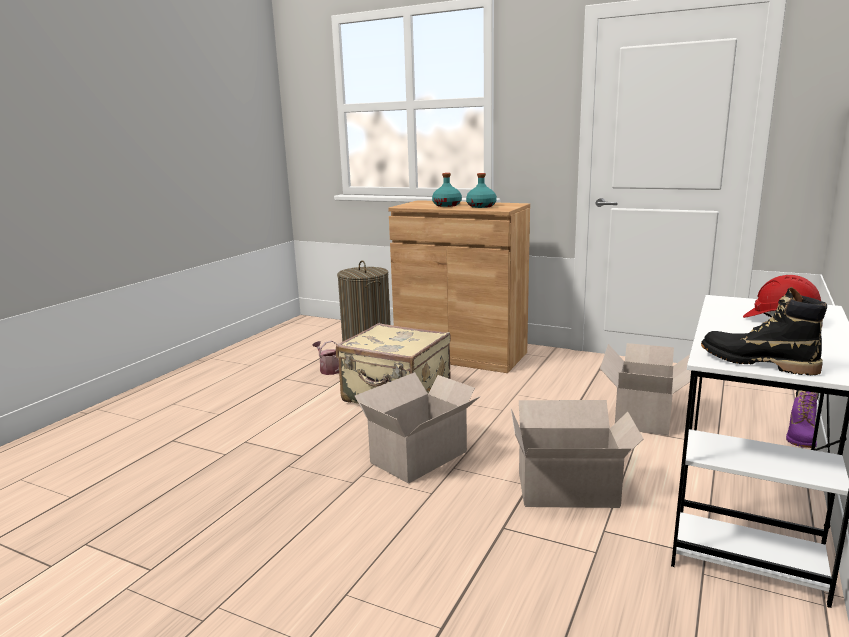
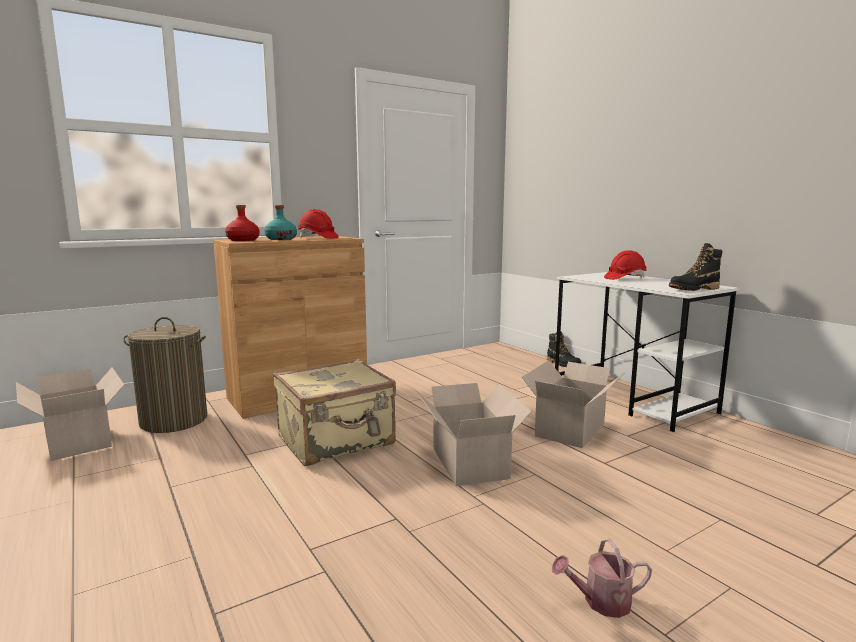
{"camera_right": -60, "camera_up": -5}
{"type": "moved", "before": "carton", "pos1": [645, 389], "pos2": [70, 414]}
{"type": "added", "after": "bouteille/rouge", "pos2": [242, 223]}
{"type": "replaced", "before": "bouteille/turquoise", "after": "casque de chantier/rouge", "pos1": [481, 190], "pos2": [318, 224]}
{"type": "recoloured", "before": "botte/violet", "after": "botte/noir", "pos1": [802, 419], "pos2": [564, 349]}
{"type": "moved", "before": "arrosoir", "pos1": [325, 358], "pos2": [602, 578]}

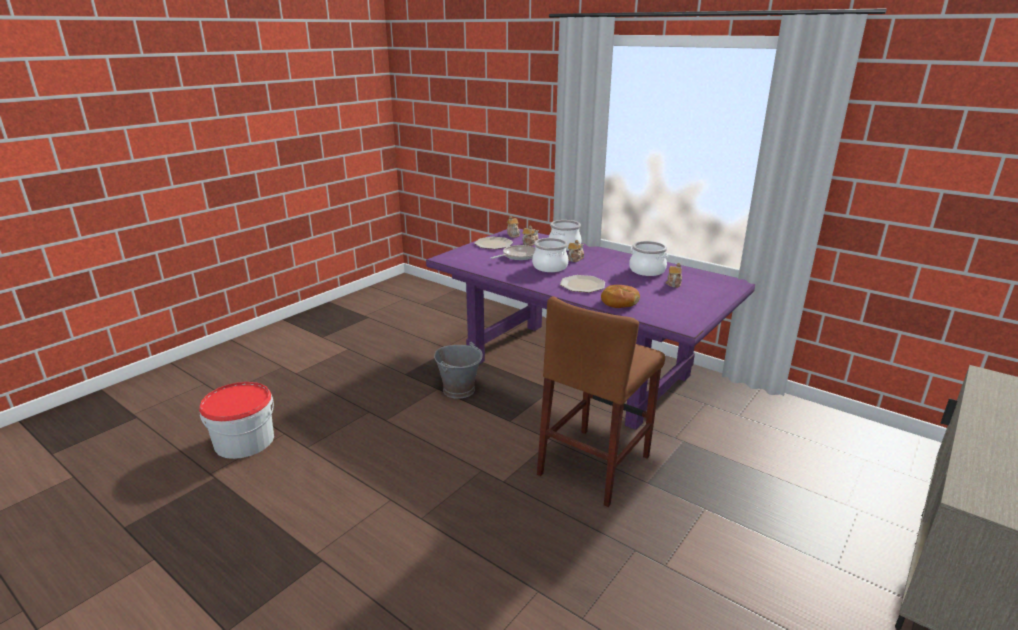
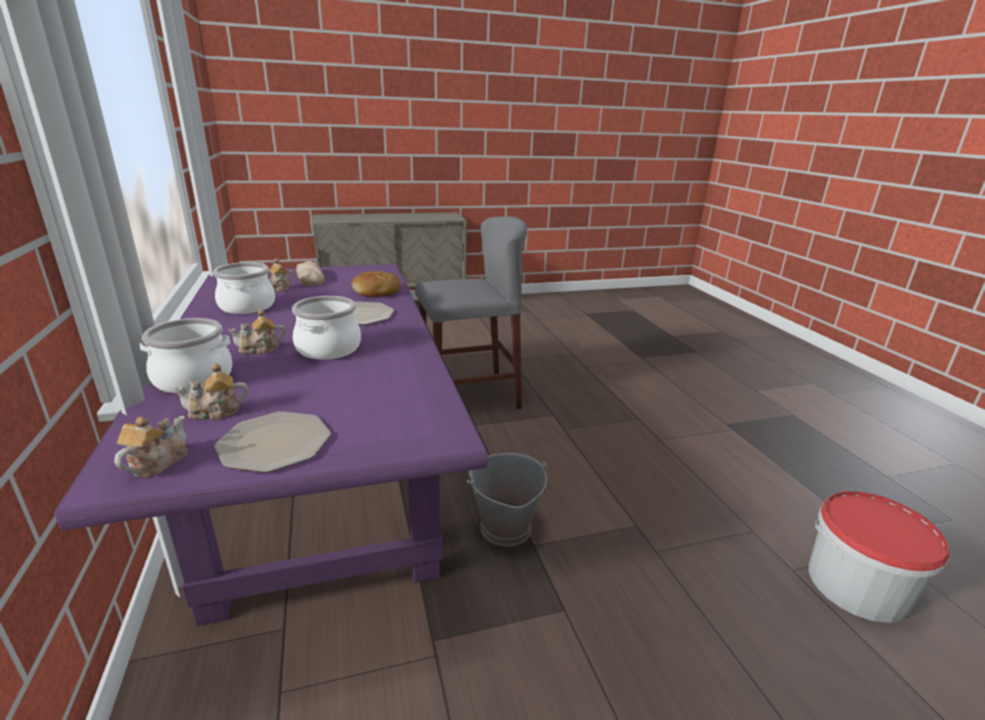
{"camera_right": -145, "camera_up": 0}
{"type": "added", "after": "pain", "pos2": [310, 273]}
{"type": "recoloured", "before": "tabouret/marron", "after": "tabouret/gris", "pos1": [601, 401], "pos2": [471, 312]}
{"type": "removed", "before": "poêle", "pos1": [513, 252]}

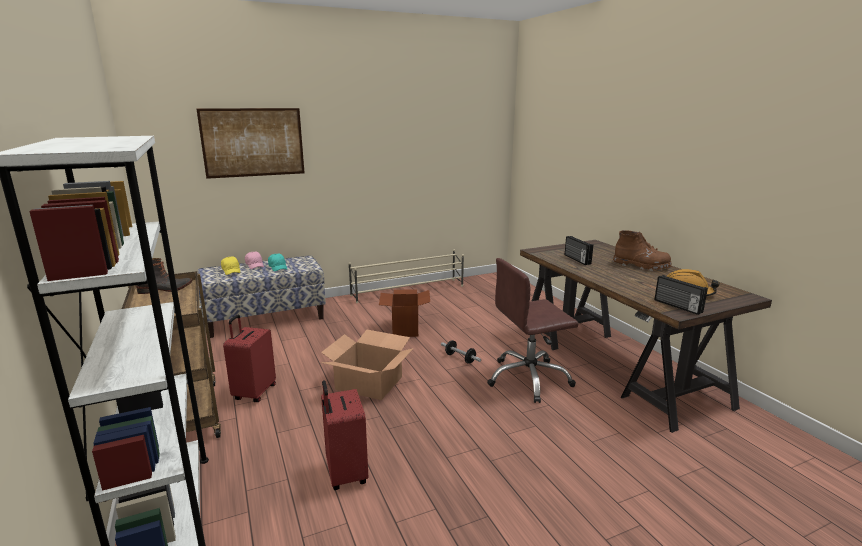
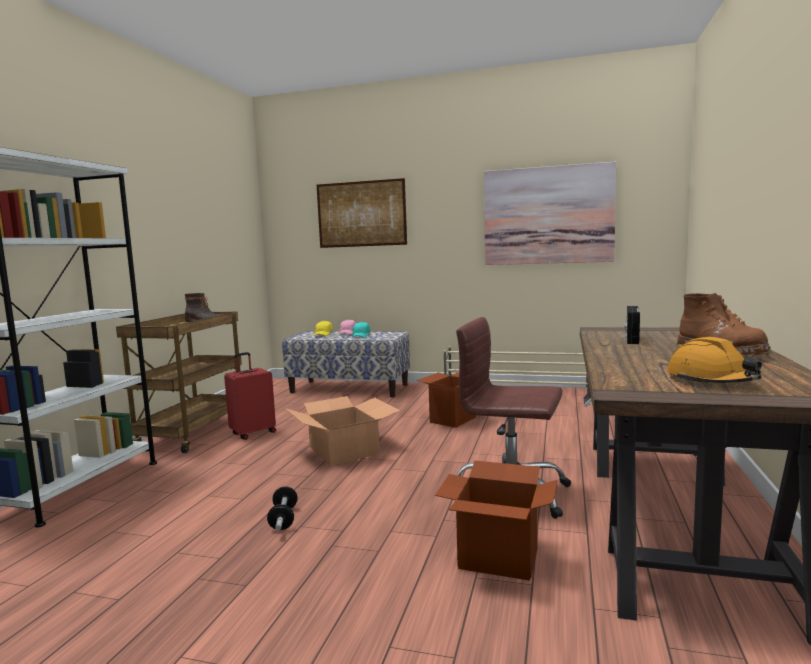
{"camera_right": 40, "camera_up": -10}
{"type": "moved", "before": "haltère", "pos1": [461, 352], "pos2": [282, 508]}
{"type": "added", "after": "carton", "pos2": [496, 520]}
{"type": "added", "after": "tableau", "pos2": [550, 213]}
{"type": "removed", "before": "valise/rouge", "pos1": [344, 435]}
{"type": "removed", "before": "radio", "pos1": [681, 295]}

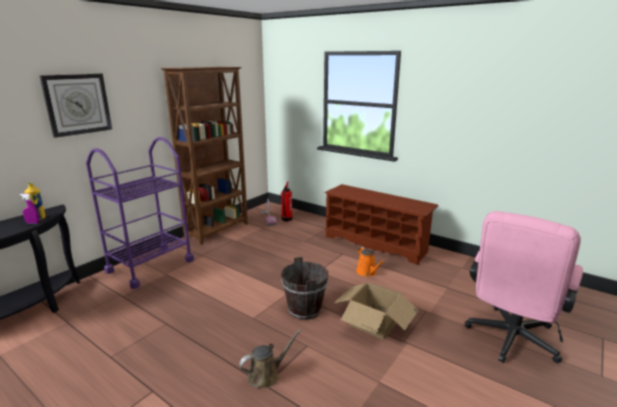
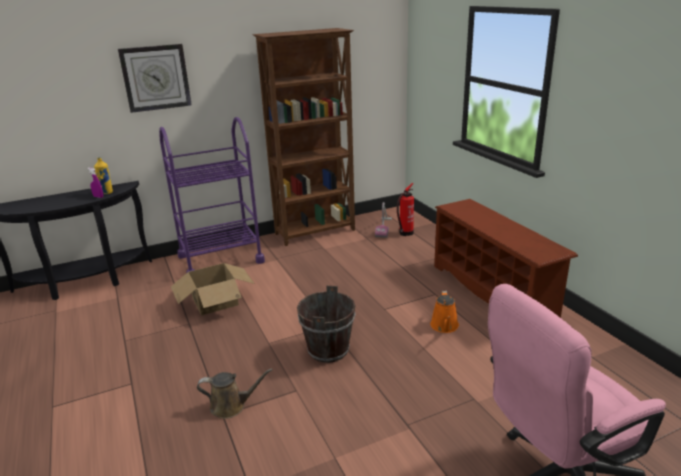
{"camera_right": 30, "camera_up": 5}
{"type": "moved", "before": "carton", "pos1": [376, 311], "pos2": [213, 289]}

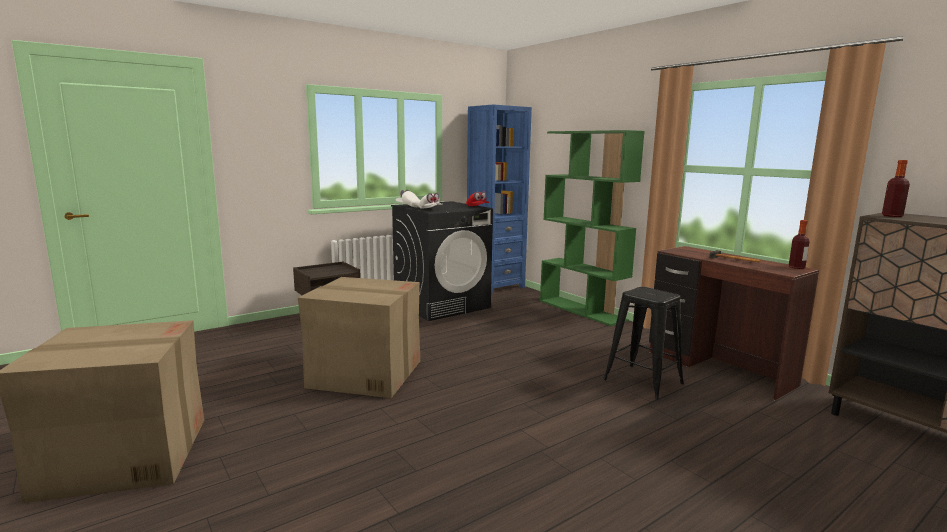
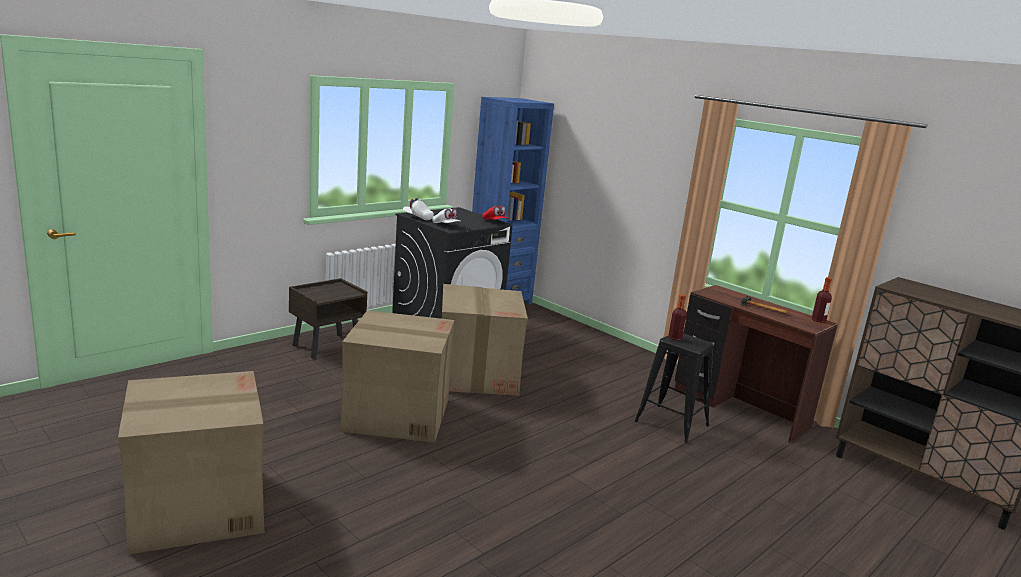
{"camera_right": -10, "camera_up": 5}
{"type": "added", "after": "carton", "pos2": [485, 339]}
{"type": "moved", "before": "bouteille", "pos1": [896, 188], "pos2": [677, 317]}
{"type": "removed", "before": "bibliothèque/vert", "pos1": [592, 228]}

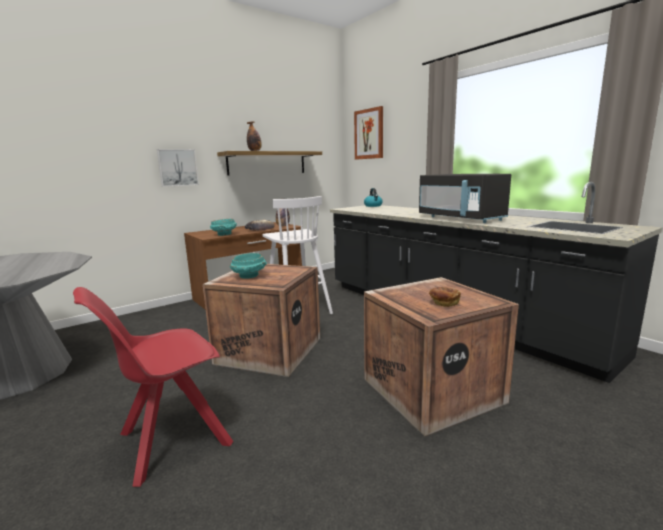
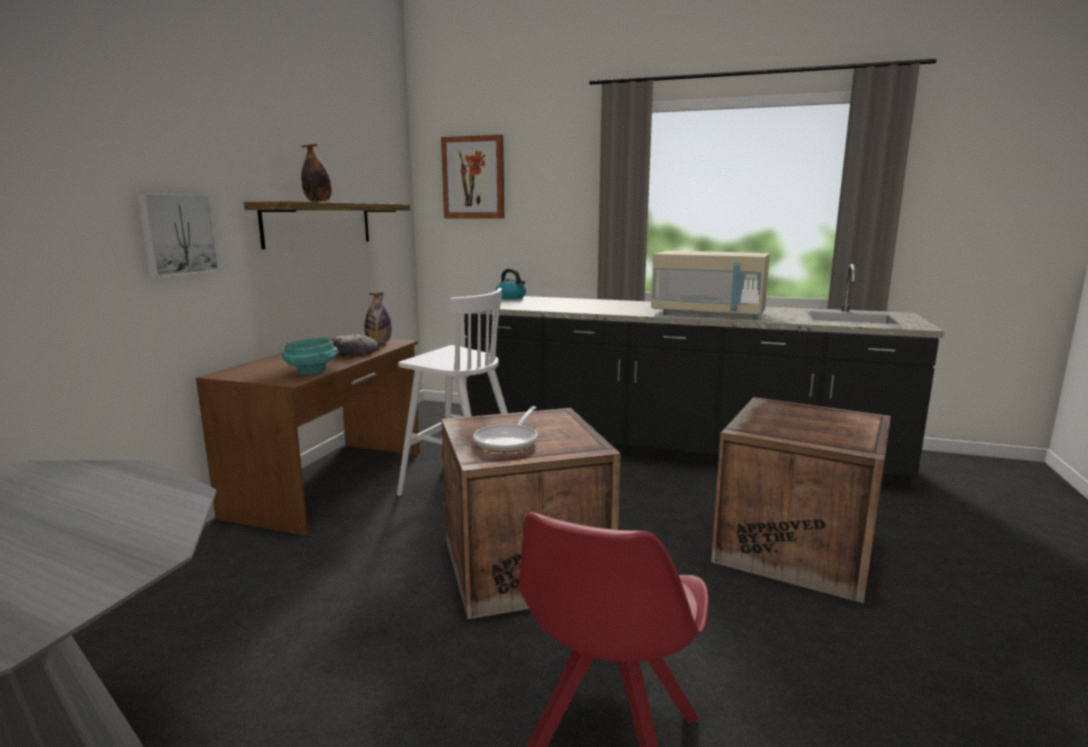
{"camera_right": -35, "camera_up": 0}
{"type": "replaced", "before": "bol/turquoise", "after": "poêle", "pos1": [248, 266], "pos2": [505, 429]}
{"type": "recoloured", "before": "micro-ondes/noir", "after": "micro-ondes/beige", "pos1": [465, 198], "pos2": [710, 285]}
{"type": "removed", "before": "pain", "pos1": [445, 297]}

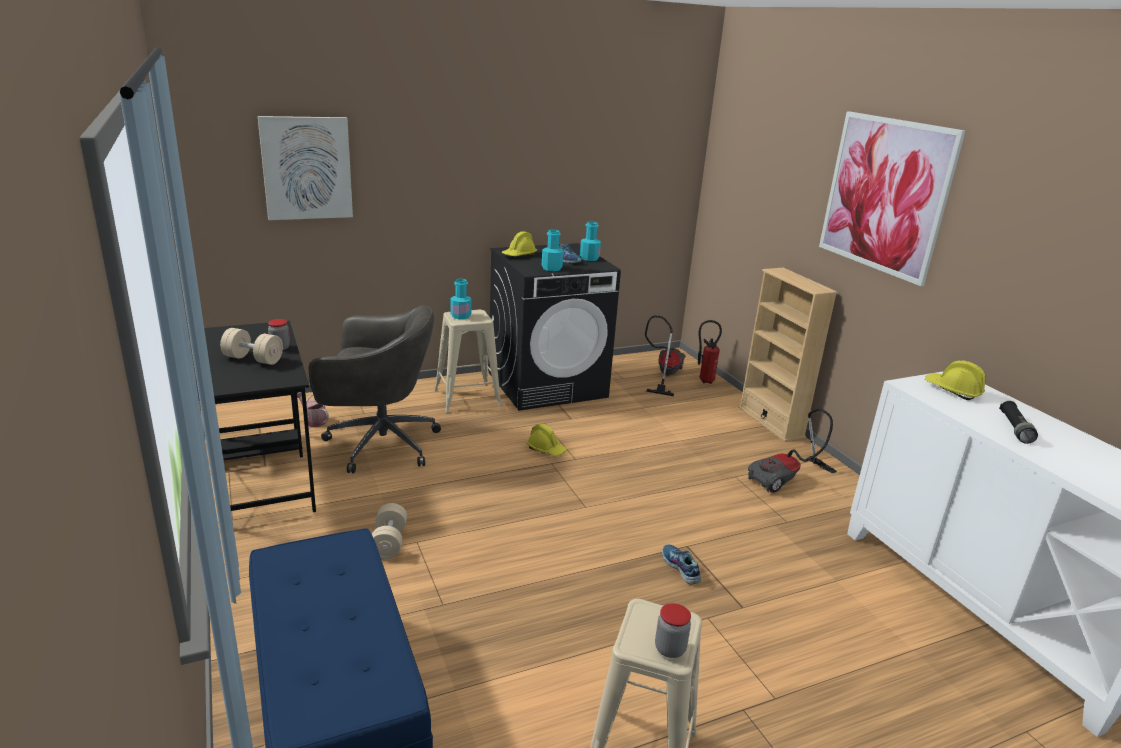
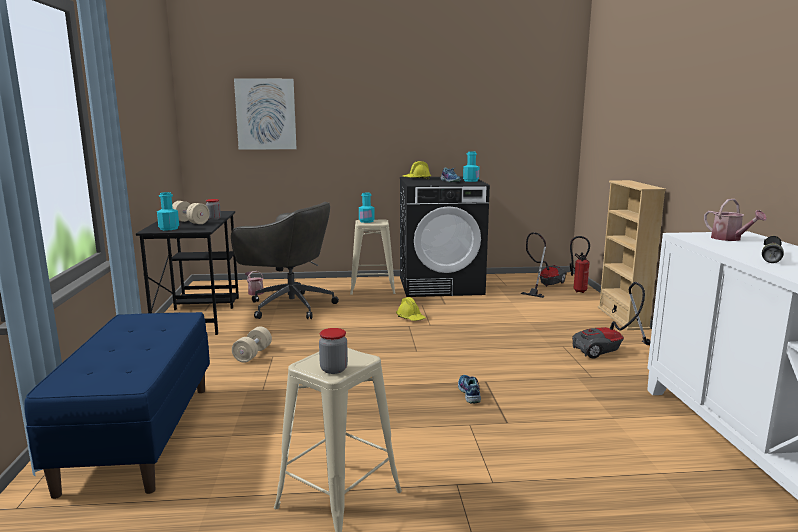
{"camera_right": 20, "camera_up": -10}
{"type": "moved", "before": "bouteille/turquoise", "pos1": [552, 250], "pos2": [168, 211]}
{"type": "replaced", "before": "casque de chantier/jaune", "after": "arrosoir", "pos1": [955, 380], "pos2": [735, 220]}
{"type": "removed", "before": "tableau", "pos1": [892, 198]}

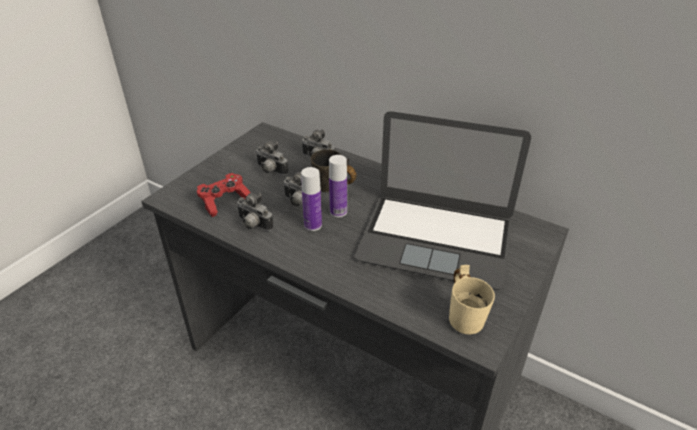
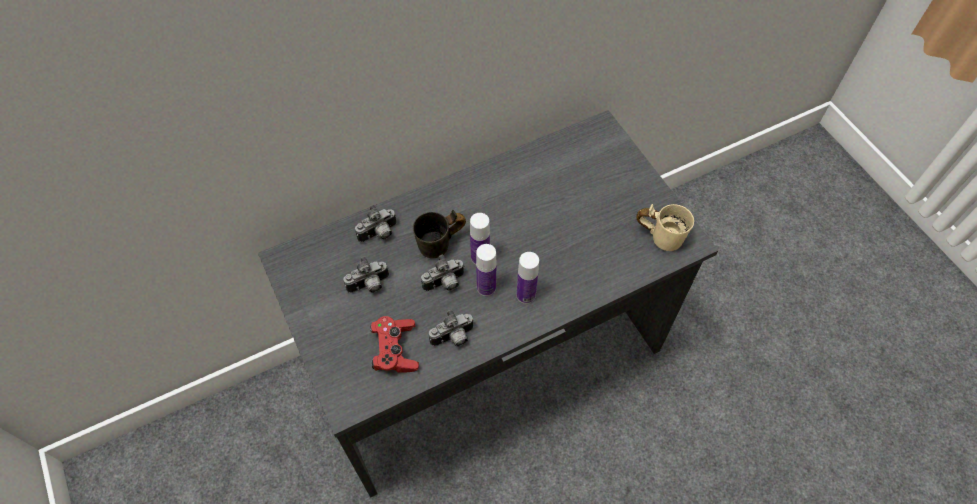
{"camera_right": -60, "camera_up": 20}
{"type": "added", "after": "bouteille", "pos2": [527, 278]}
{"type": "removed", "before": "ordinateur portable", "pos1": [443, 200]}

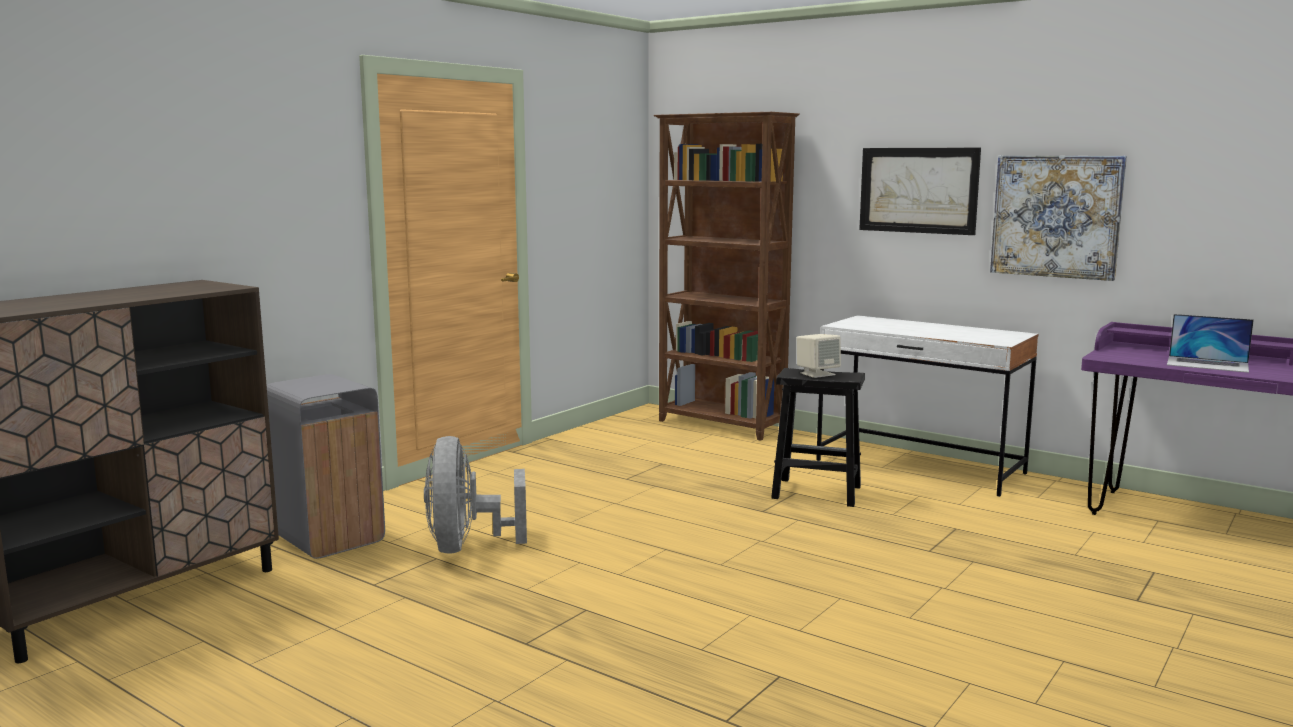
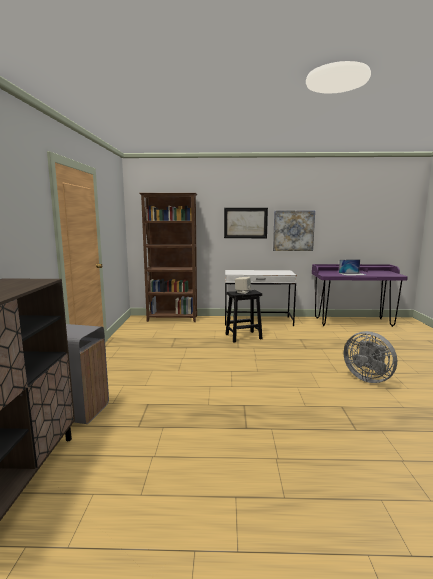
{"camera_right": -35, "camera_up": 0}
{"type": "moved", "before": "ventilateur/gris", "pos1": [475, 495], "pos2": [370, 357]}

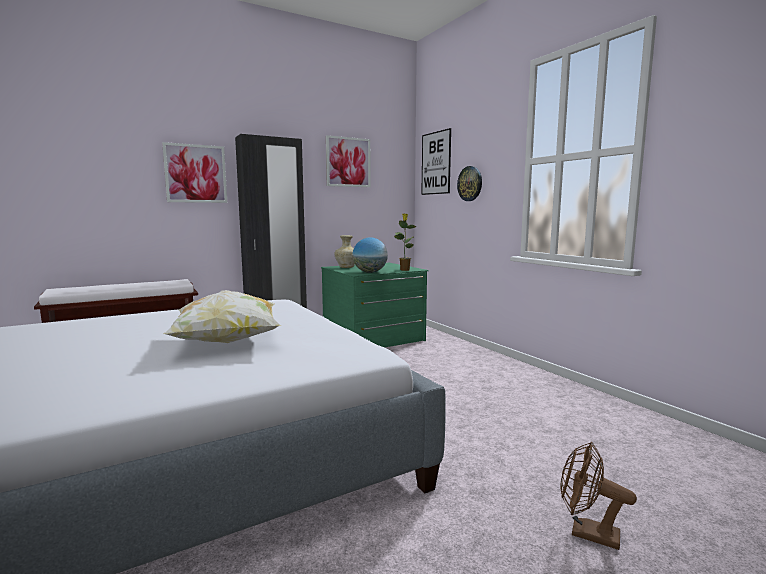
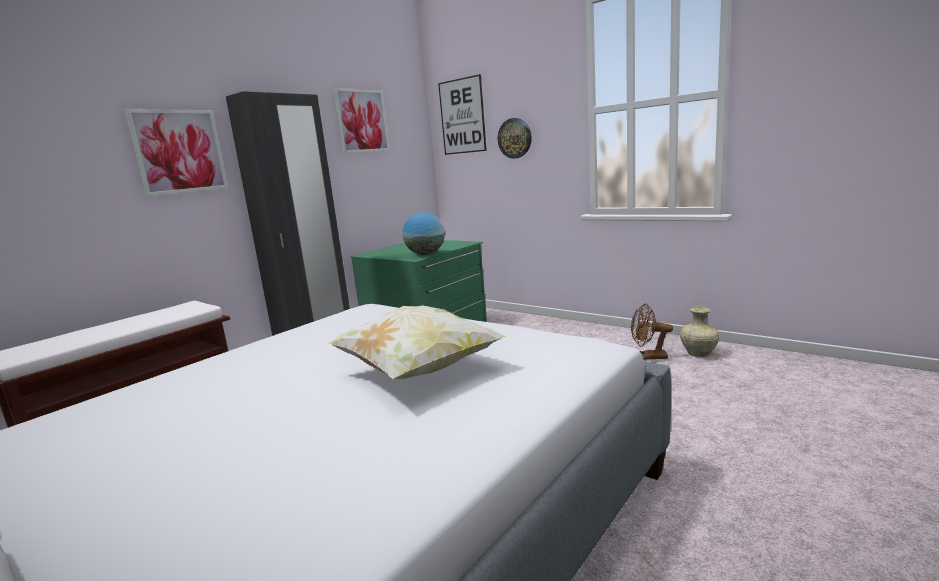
{"camera_right": -20, "camera_up": 5}
{"type": "moved", "before": "ventilateur/marron", "pos1": [599, 496], "pos2": [652, 331]}
{"type": "moved", "before": "vase/beige", "pos1": [345, 251], "pos2": [700, 331]}
{"type": "removed", "before": "plante en pot", "pos1": [405, 242]}

